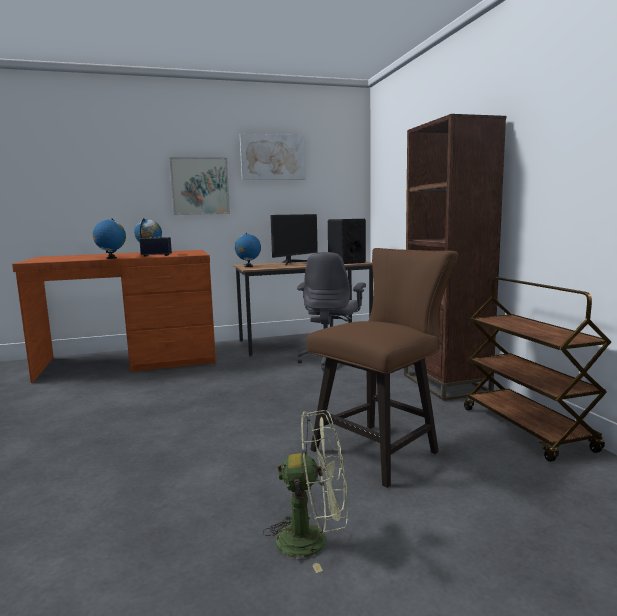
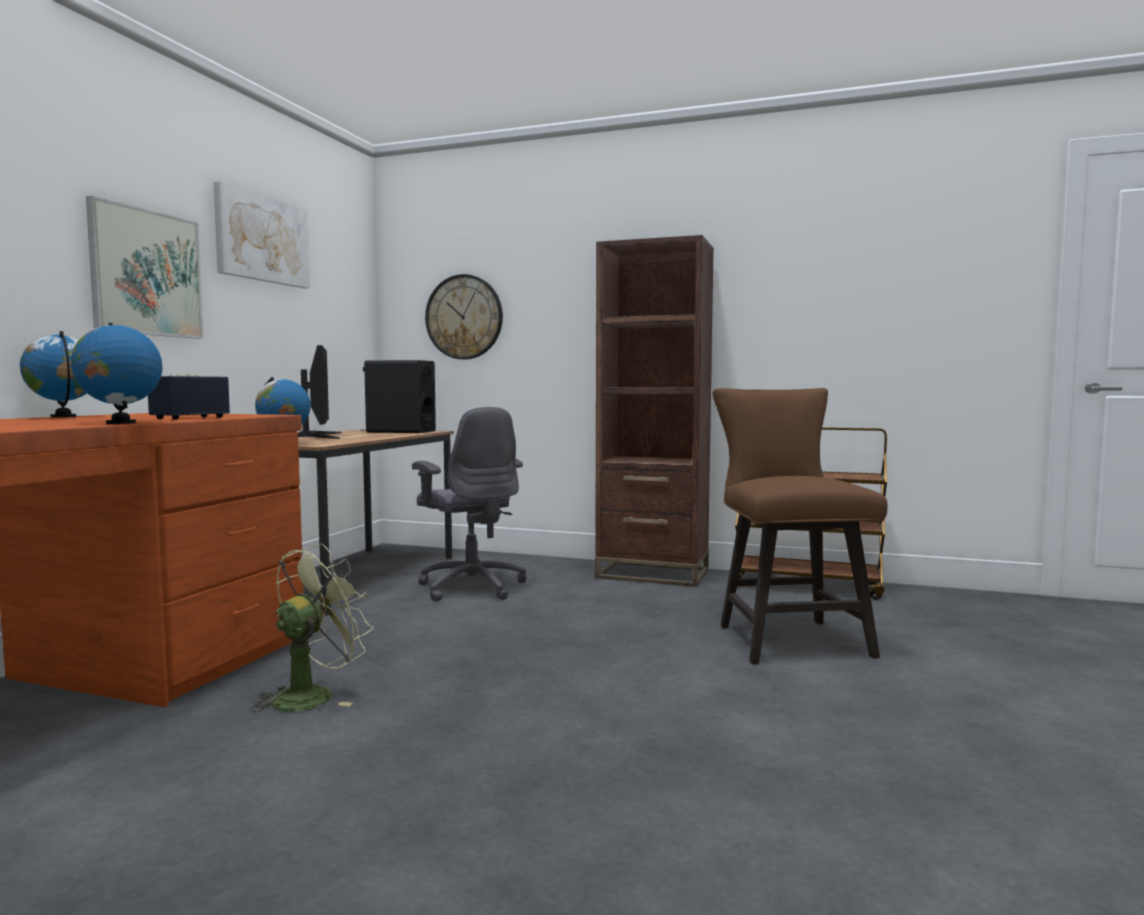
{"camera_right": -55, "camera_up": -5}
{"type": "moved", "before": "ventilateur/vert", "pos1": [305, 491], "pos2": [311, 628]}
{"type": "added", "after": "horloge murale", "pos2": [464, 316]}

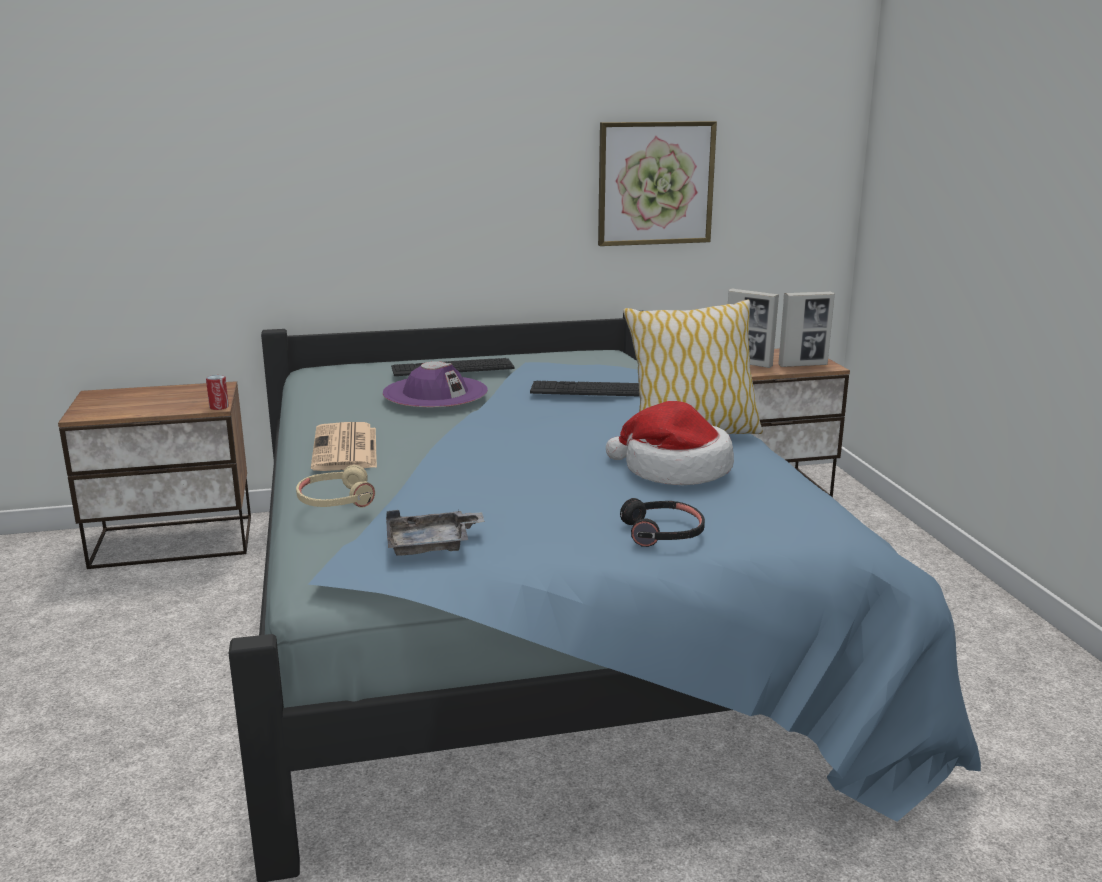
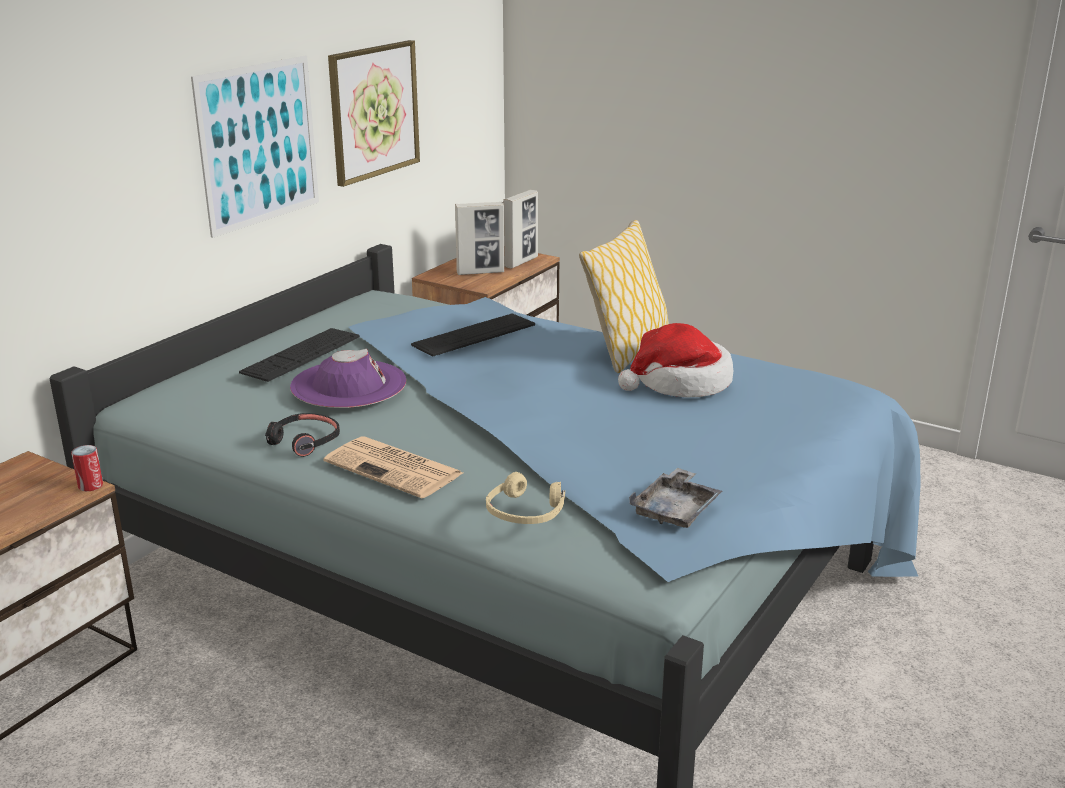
{"camera_right": -45, "camera_up": 5}
{"type": "added", "after": "tableau", "pos2": [255, 147]}
{"type": "moved", "before": "casque audio/noir", "pos1": [662, 522], "pos2": [302, 435]}

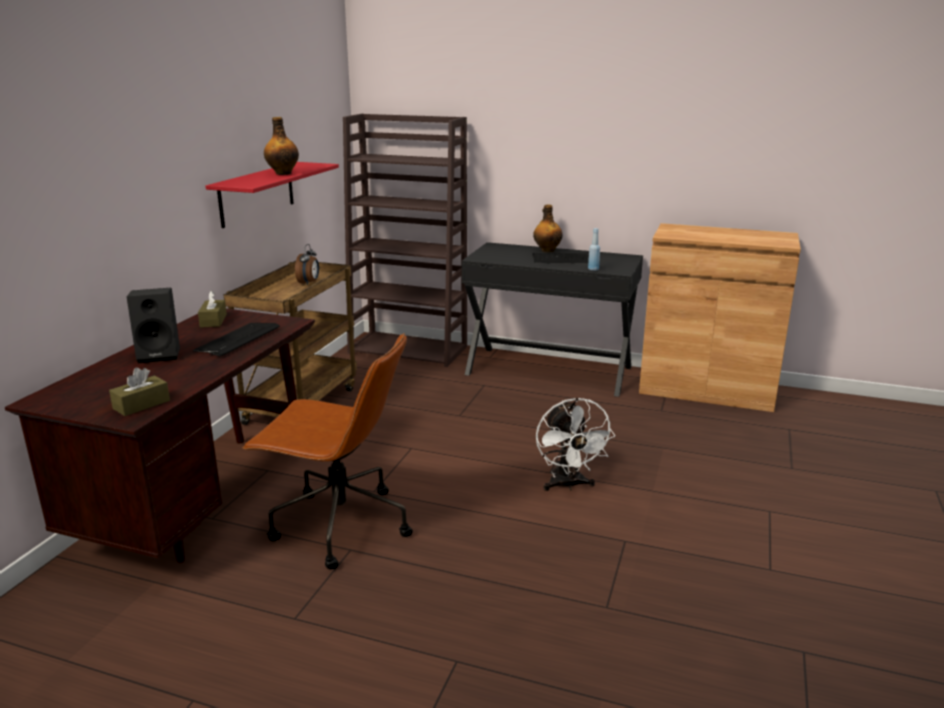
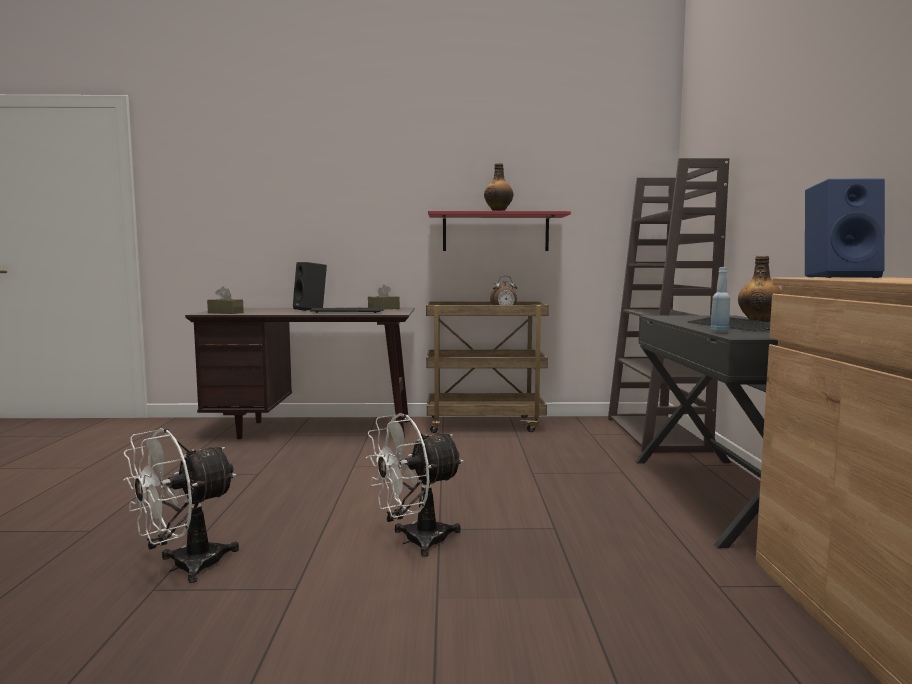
{"camera_right": 70, "camera_up": -15}
{"type": "added", "after": "ventilateur/blanc", "pos2": [181, 505]}
{"type": "added", "after": "enceinte/bleu", "pos2": [845, 228]}
{"type": "removed", "before": "chaise de bureau/marron", "pos1": [327, 451]}

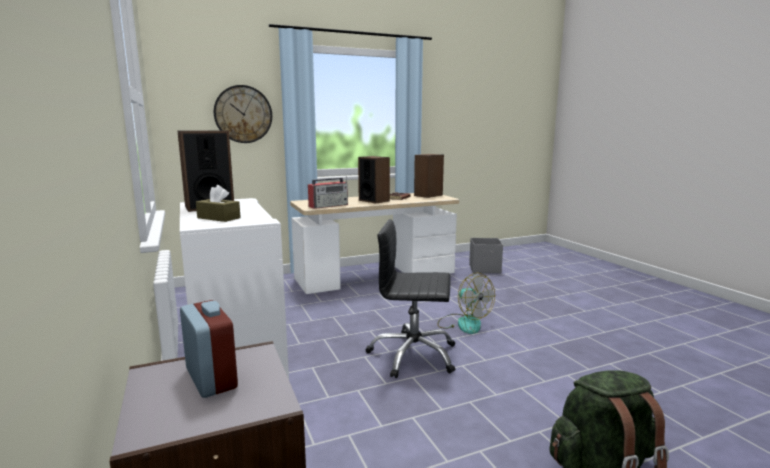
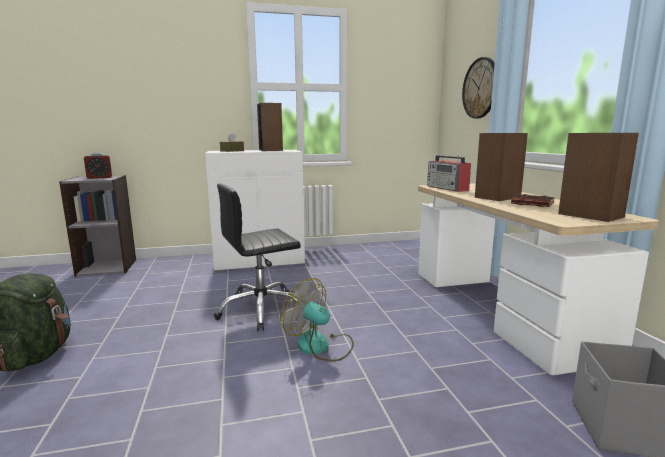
{"camera_right": 100, "camera_up": 0}
{"type": "turned", "before": "chaise de bureau/noir", "pos1": [410, 298], "pos2": [257, 257], "turn": -135}
{"type": "turned", "before": "ventilateur", "pos1": [466, 303], "pos2": [317, 319], "turn": 60}

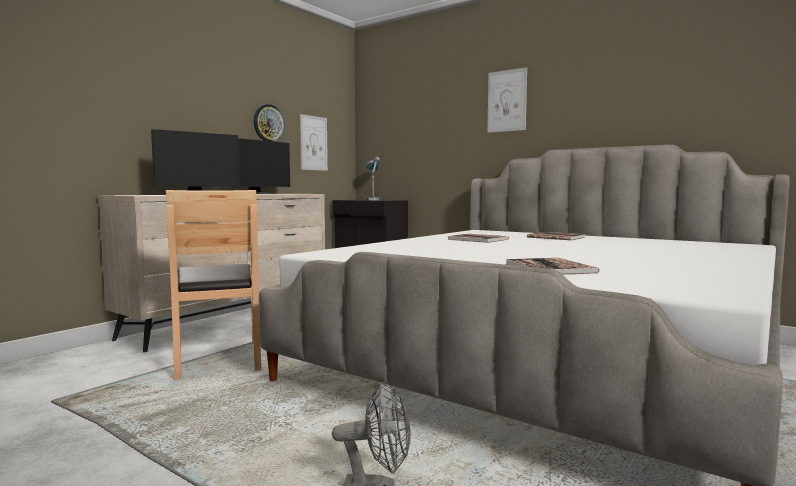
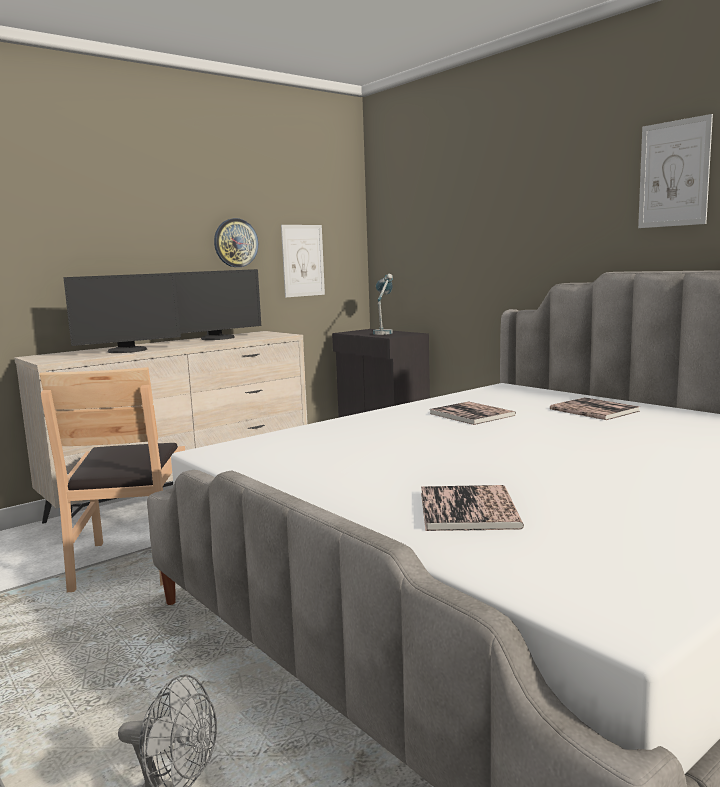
{"camera_right": 15, "camera_up": 5}
{"type": "moved", "before": "tableau", "pos1": [507, 100], "pos2": [675, 171]}

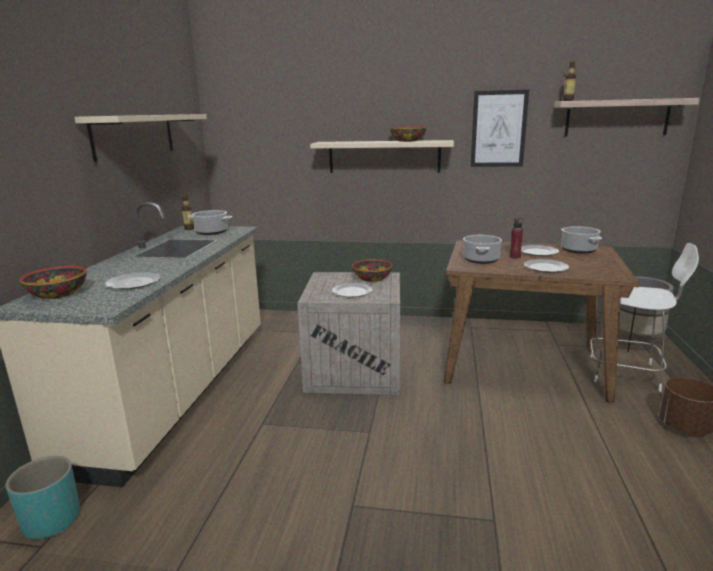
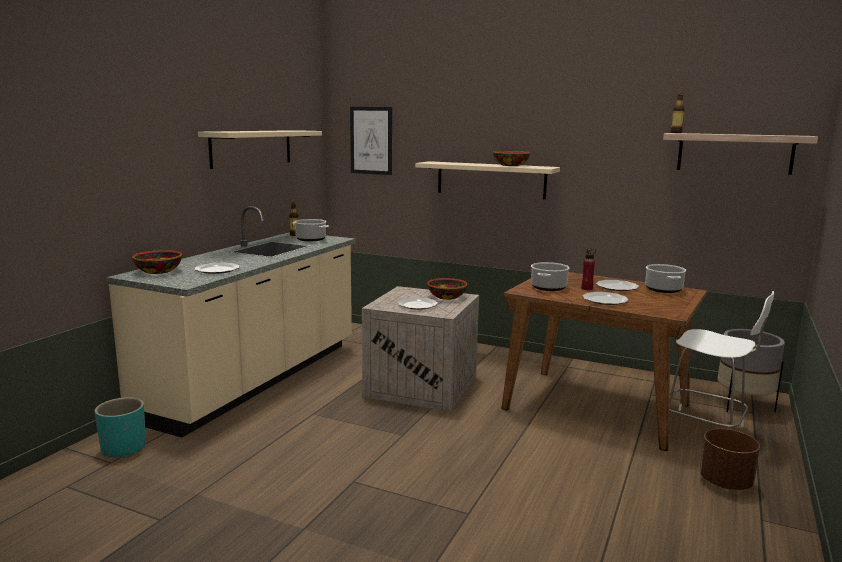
{"camera_right": 15, "camera_up": -5}
{"type": "moved", "before": "tableau", "pos1": [500, 128], "pos2": [371, 141]}

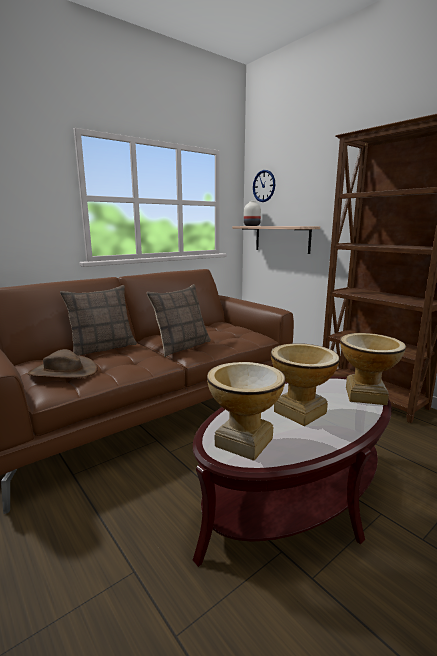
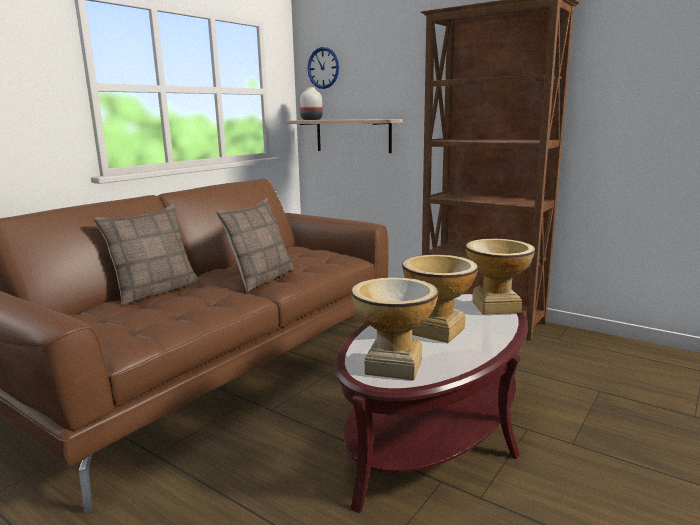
{"camera_right": -15, "camera_up": 0}
{"type": "removed", "before": "chapeau/marron", "pos1": [63, 363]}

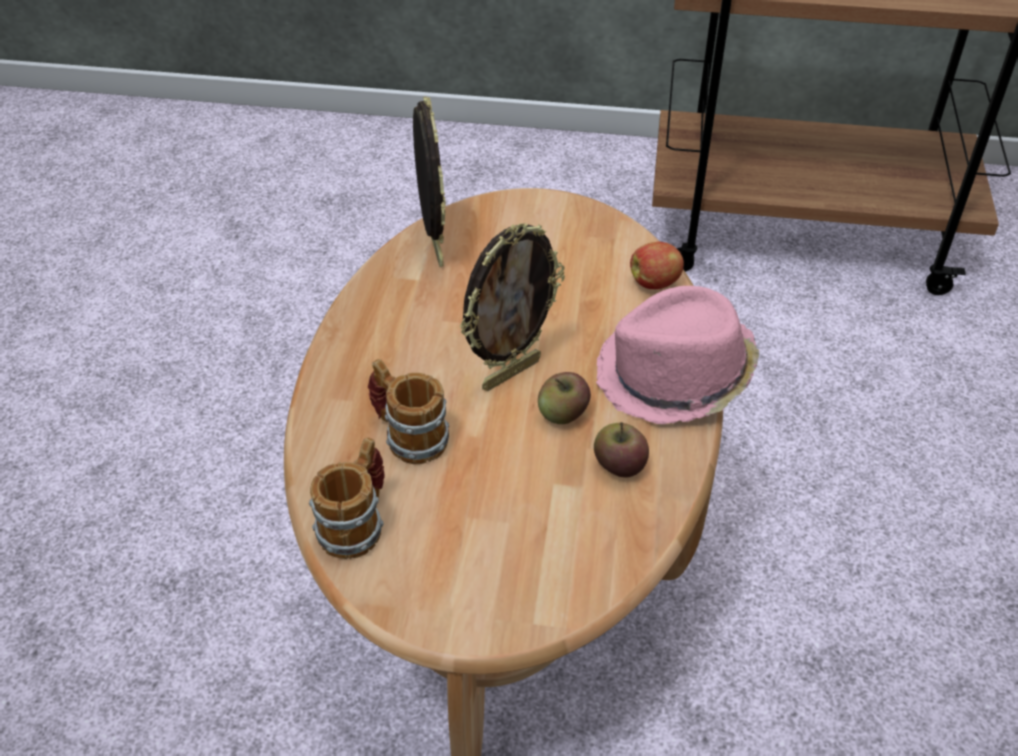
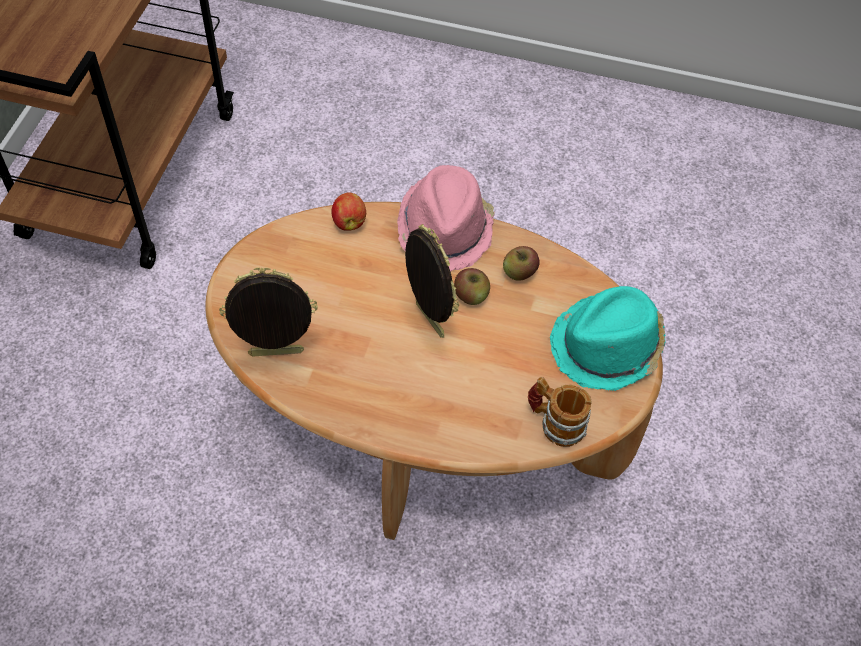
{"camera_right": -85, "camera_up": 10}
{"type": "added", "after": "chapeau/turquoise", "pos2": [607, 338]}
{"type": "removed", "before": "mug", "pos1": [408, 411]}

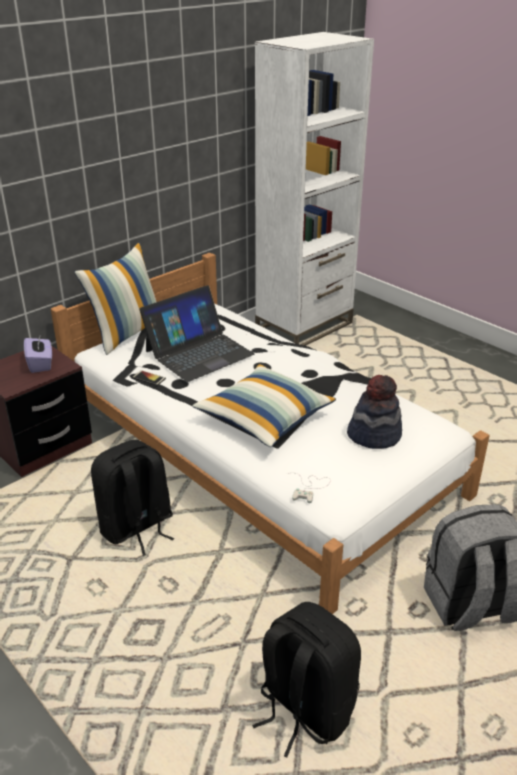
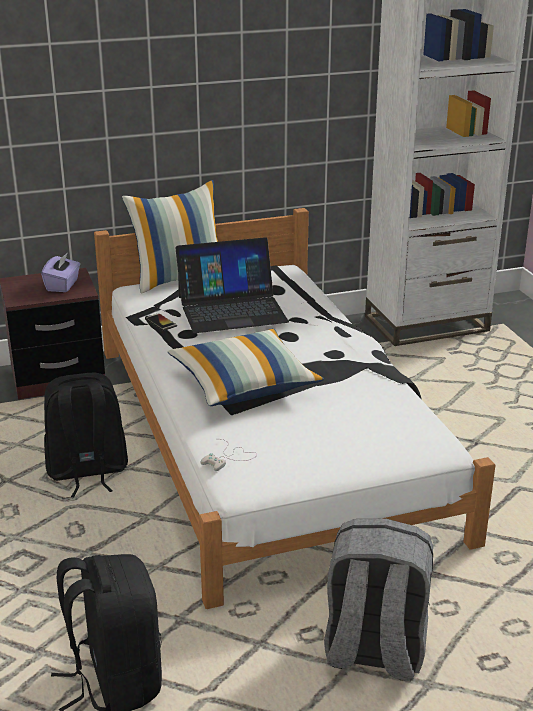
{"camera_right": 25, "camera_up": -5}
{"type": "removed", "before": "chapeau", "pos1": [374, 412]}

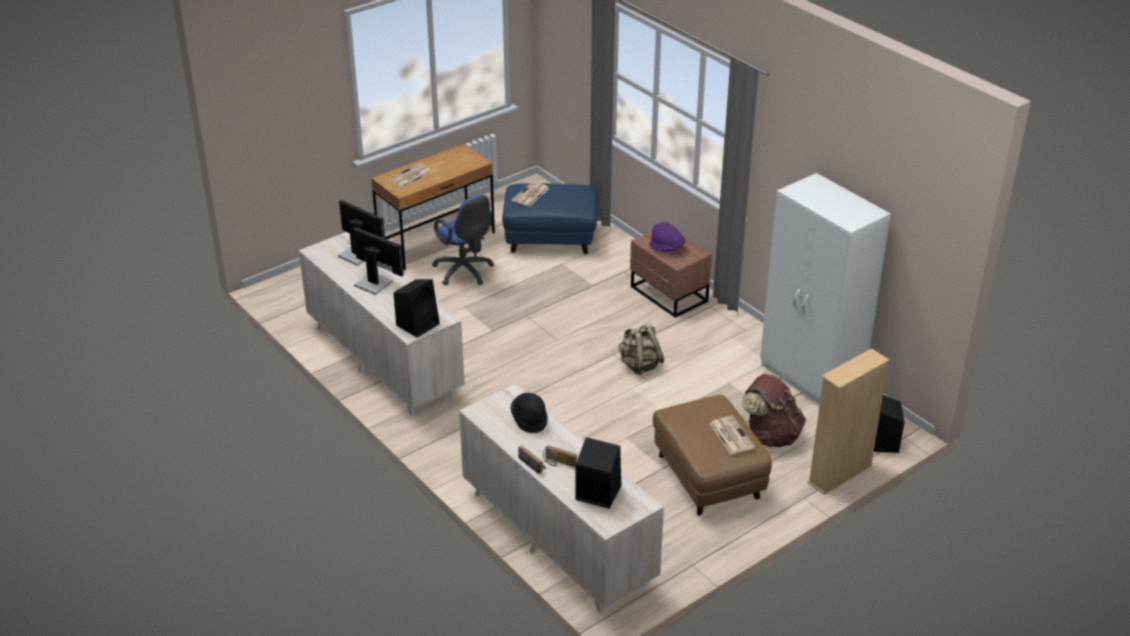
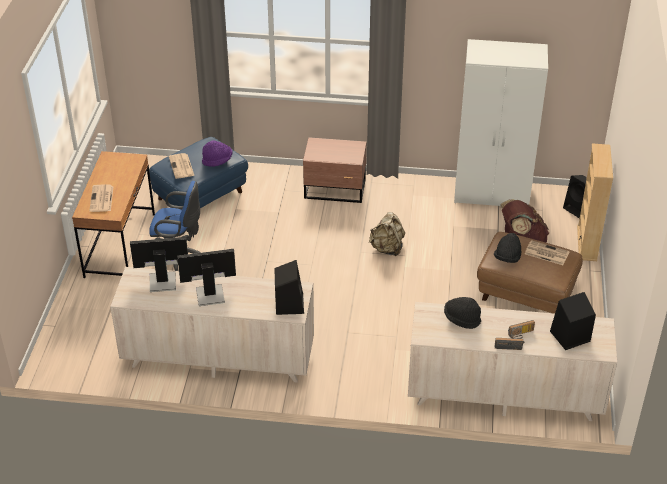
{"camera_right": -45, "camera_up": 5}
{"type": "moved", "before": "chapeau/violet", "pos1": [667, 237], "pos2": [217, 153]}
{"type": "added", "after": "chapeau/noir", "pos2": [508, 248]}

